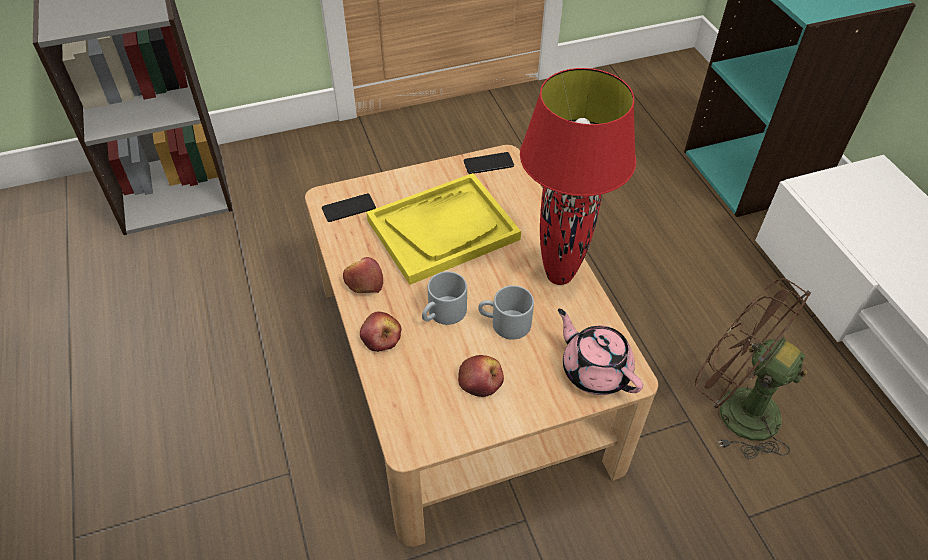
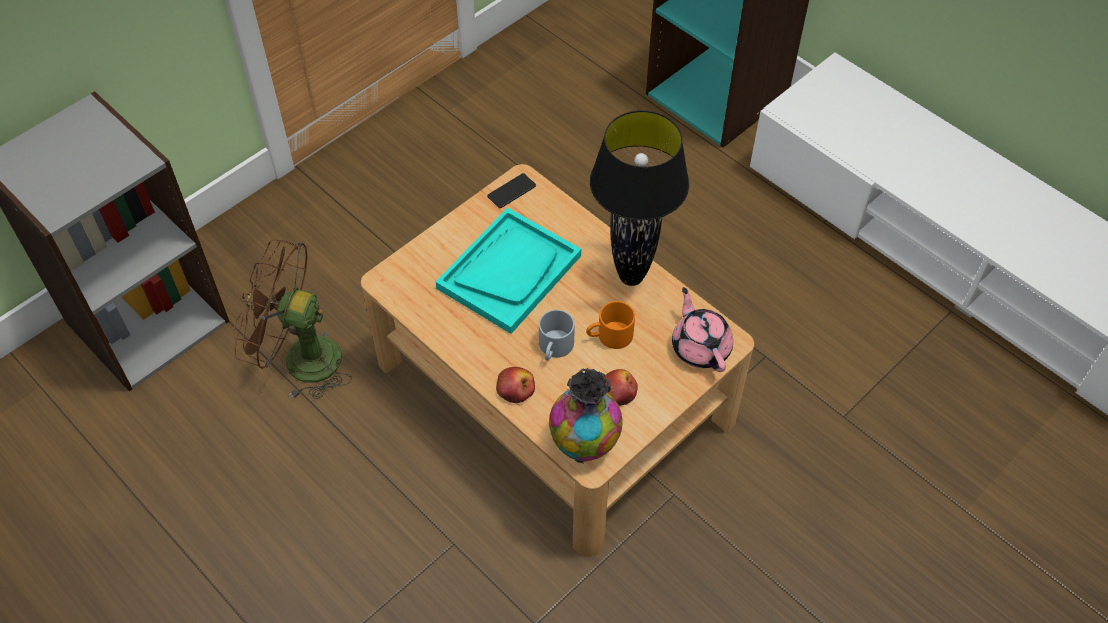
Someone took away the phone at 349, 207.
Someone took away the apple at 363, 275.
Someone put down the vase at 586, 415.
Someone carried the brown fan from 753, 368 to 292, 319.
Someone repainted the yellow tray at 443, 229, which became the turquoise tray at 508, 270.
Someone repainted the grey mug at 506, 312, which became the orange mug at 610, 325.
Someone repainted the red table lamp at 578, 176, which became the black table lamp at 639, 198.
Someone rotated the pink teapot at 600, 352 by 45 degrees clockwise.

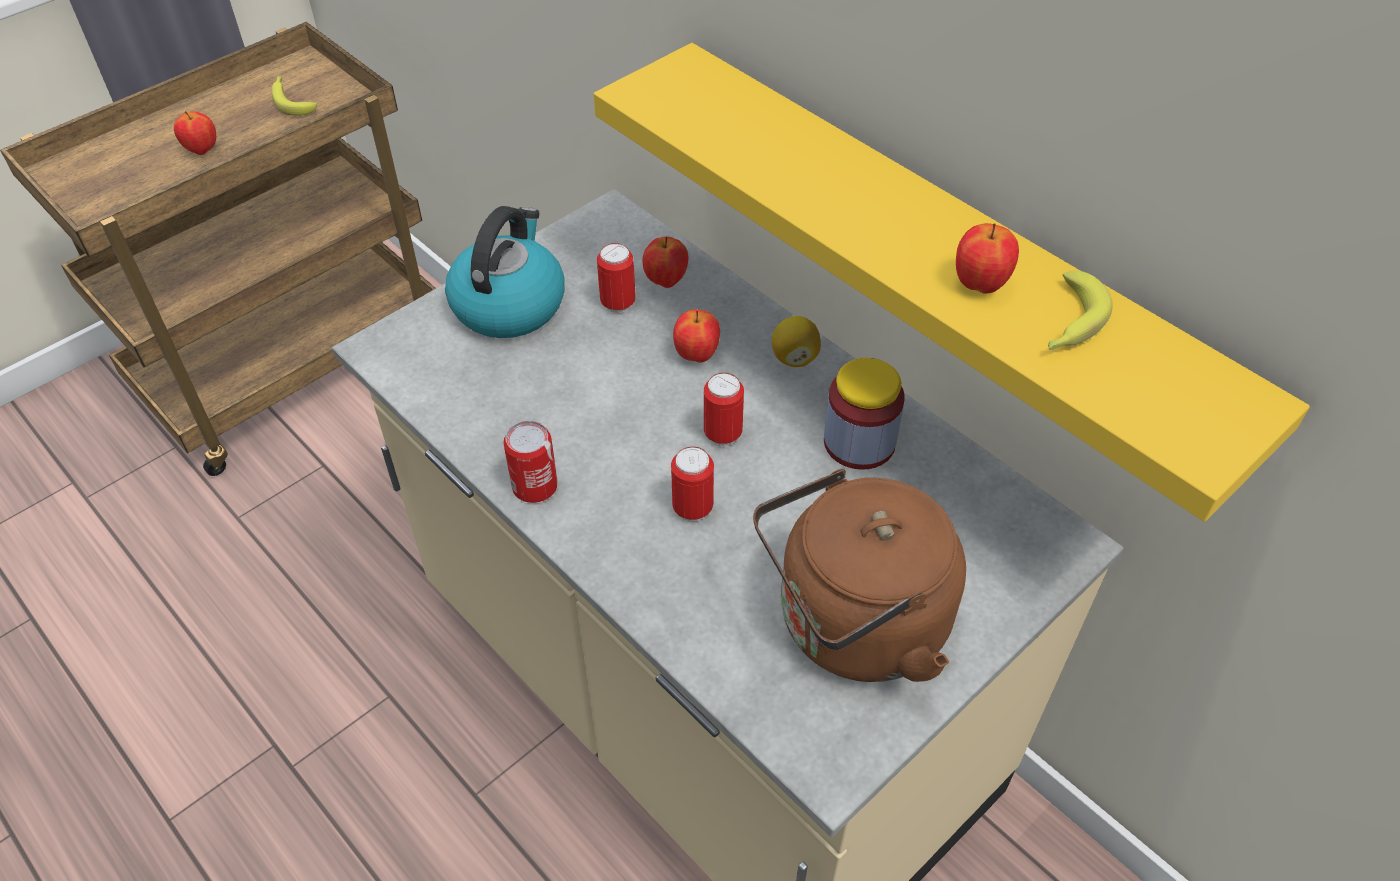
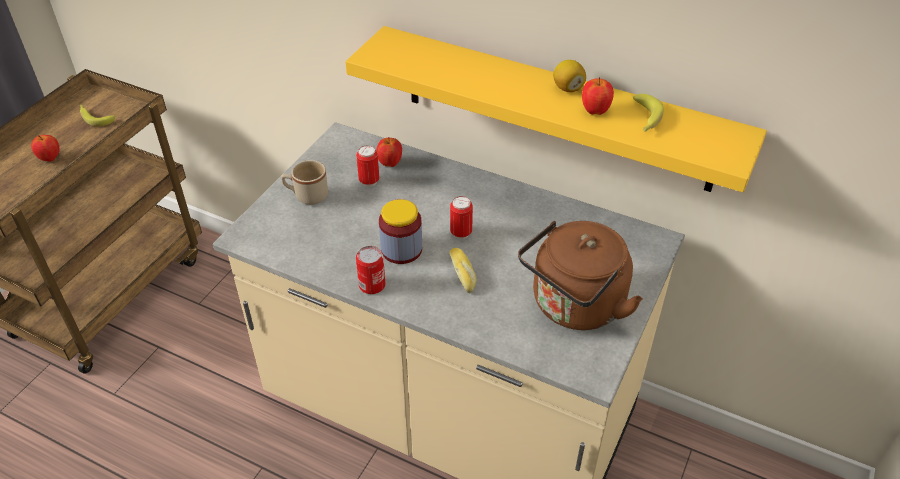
Someone took away the apple at 696, 336.
Someone carried the lemon from 796, 341 to 569, 76.
Someone carried the jar from 864, 414 to 400, 231.
Someone swapped the kettle at 505, 272 for the beige mug at 304, 182.
Someone swapped the can at 692, 484 for the bread at 463, 270.

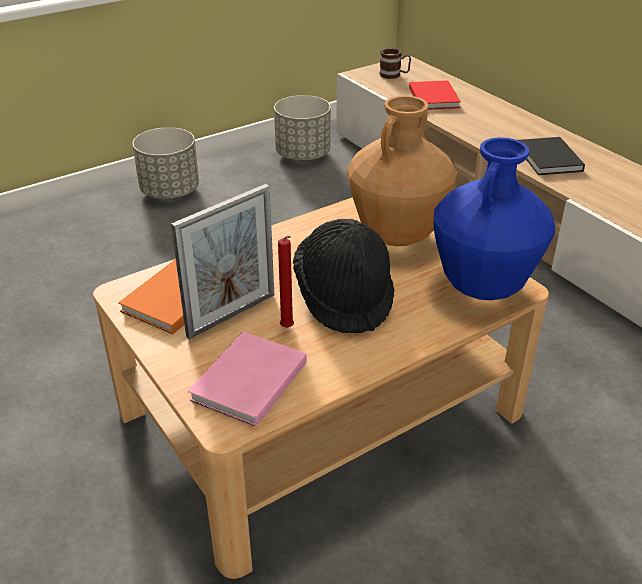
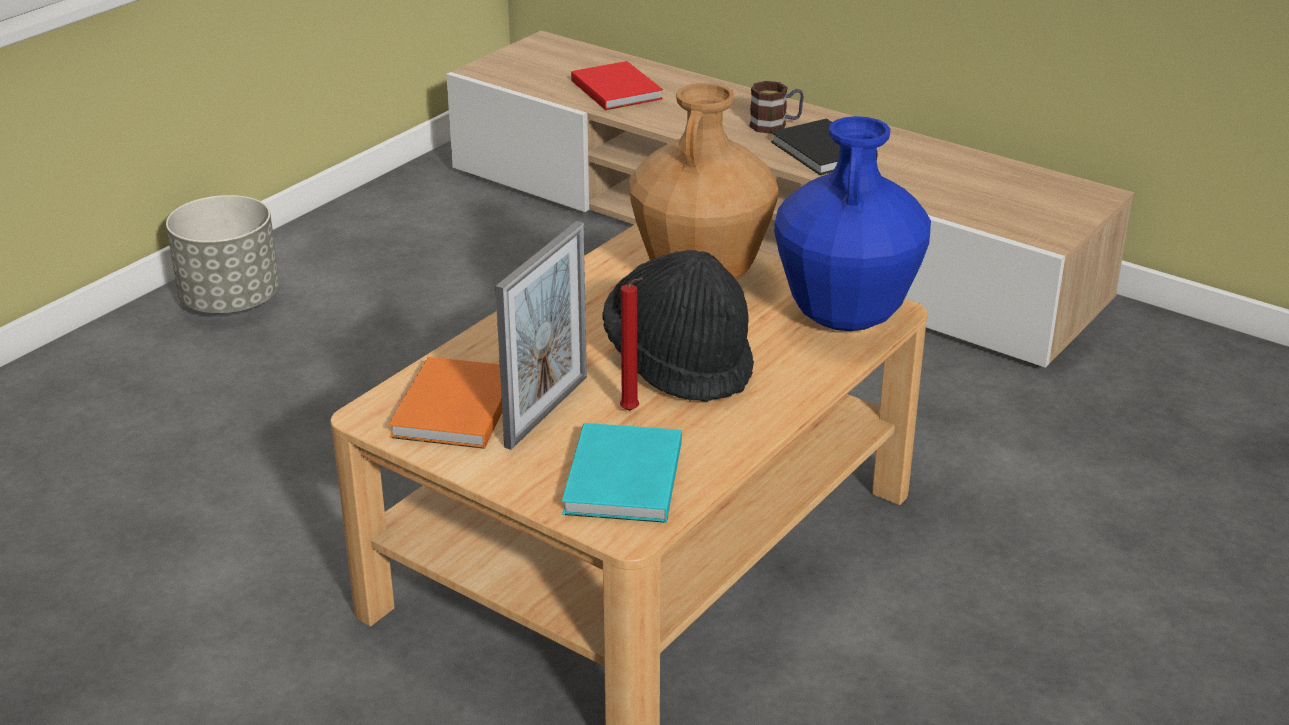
Someone took away the grey planter at 302, 128.
Someone carried the mug from 395, 63 to 776, 107.
Someone repainted the pink book at 247, 379, which became the turquoise book at 622, 473.

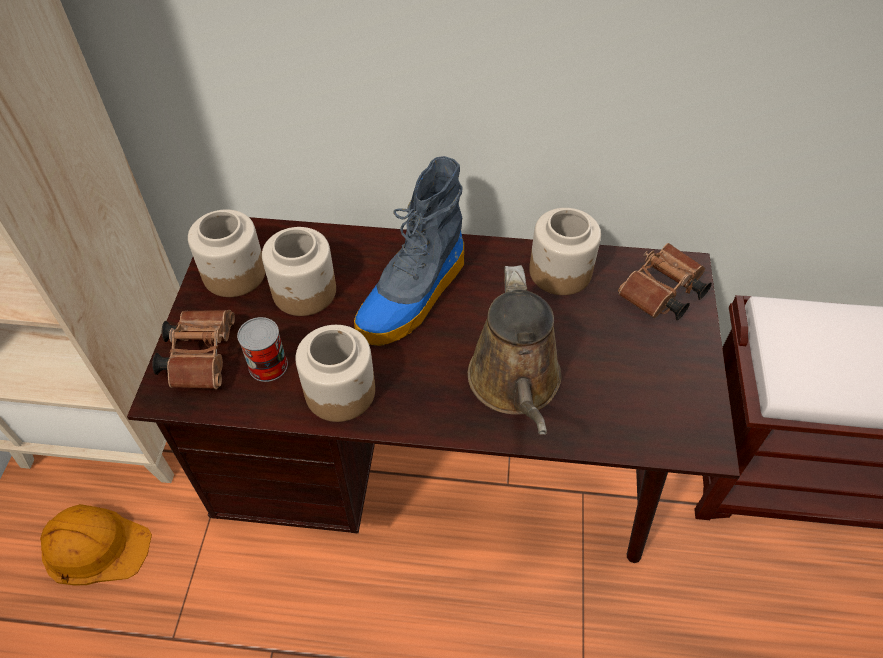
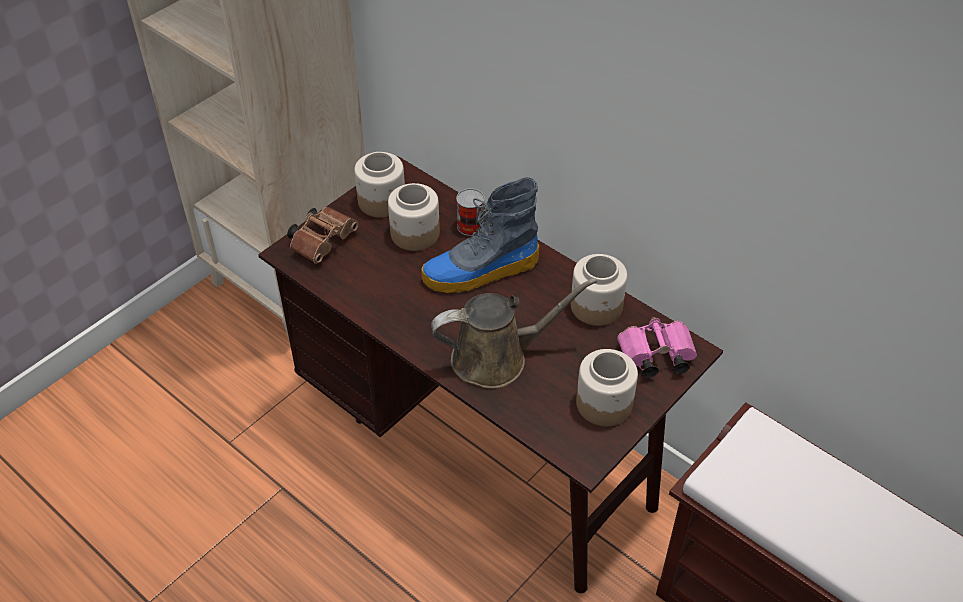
Someone took away the orange hard hat at 96, 544.
Someone carried the can from 262, 349 to 470, 212.
Someone carried the jar from 335, 373 to 607, 387.
Someone repainted the brown binoculars at 665, 281, which became the pink binoculars at 657, 347.
Someone rotated the brown watering can at 515, 350 by 135 degrees counterclockwise.

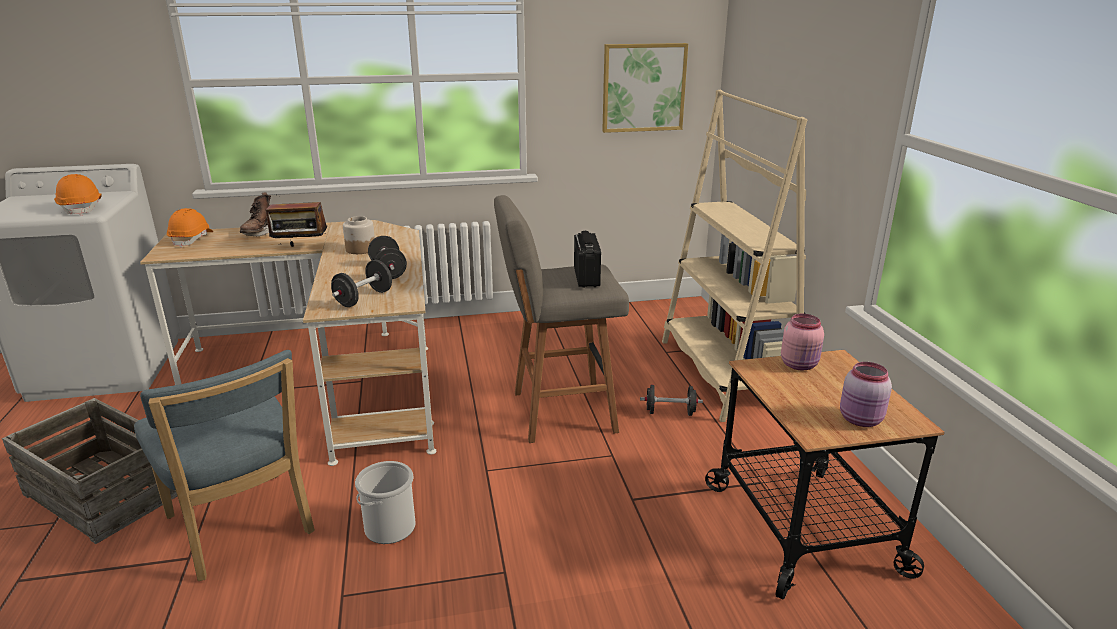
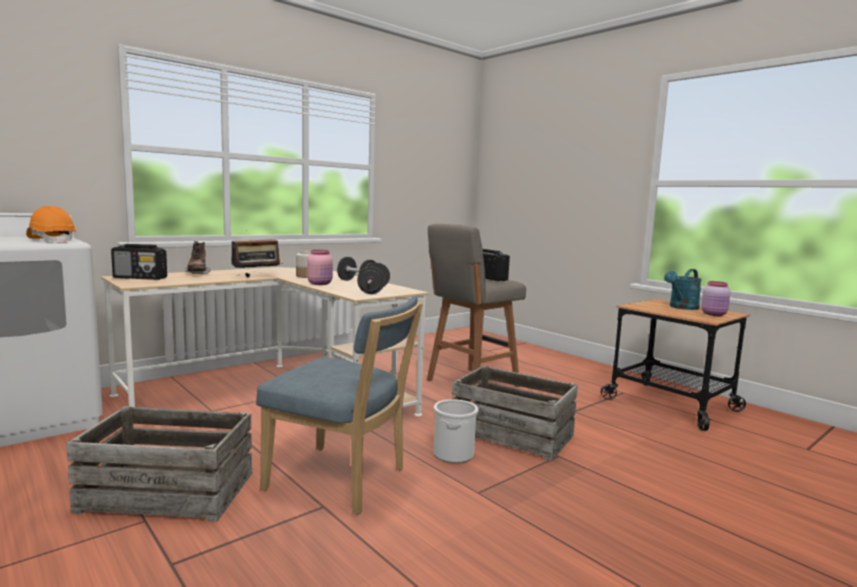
Someone took away the picture at 645, 88.
Someone took away the black dumbbell at 671, 400.
Someone took away the beige bookcase at 734, 256.
Someone put down the crate at 515, 414.
Someone put down the turquoise watering can at 683, 289.
Someone carried the pink jar from 802, 342 to 320, 267.
Someone swapped the orange hard hat at 190, 228 for the radio at 139, 262.

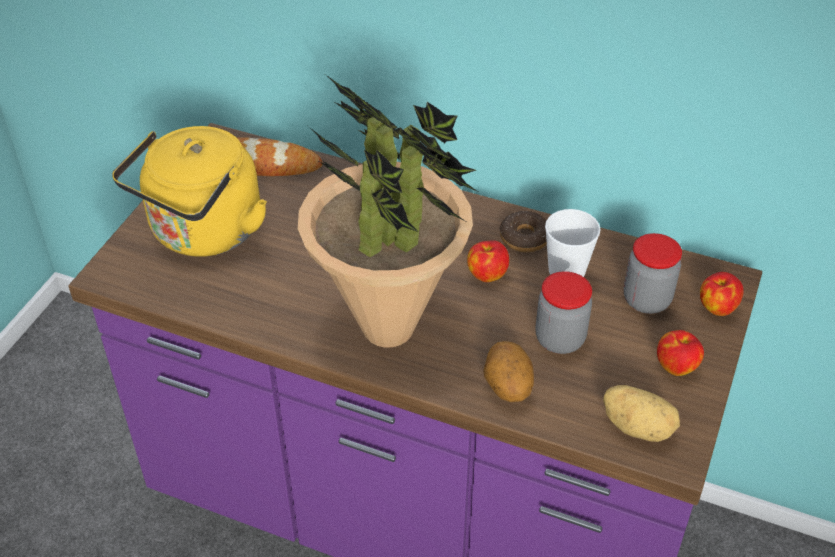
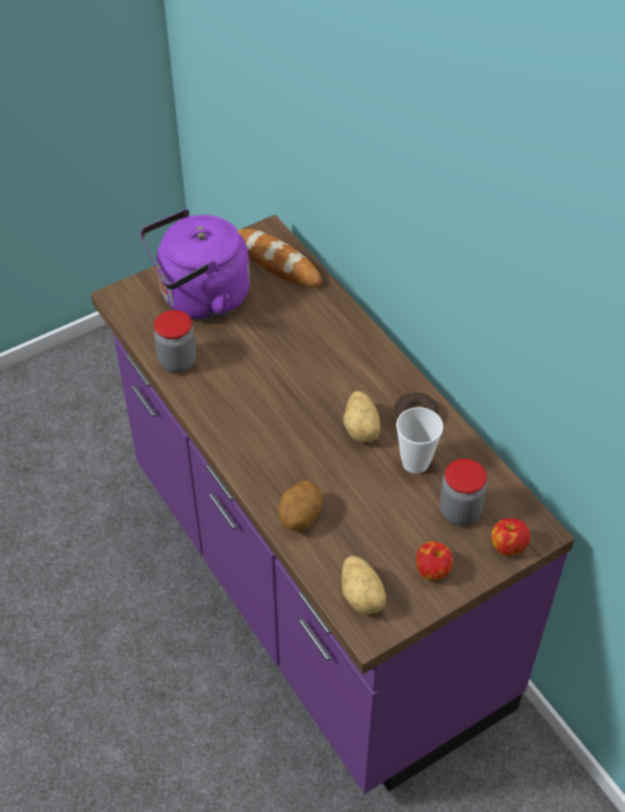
Someone took away the potted plant at 388, 211.
Someone carried the jar from 563, 312 to 175, 341.
Someone swapped the apple at 488, 261 for the potato at 361, 416.
Someone repainted the yellow kettle at 189, 191, which became the purple kettle at 195, 264.

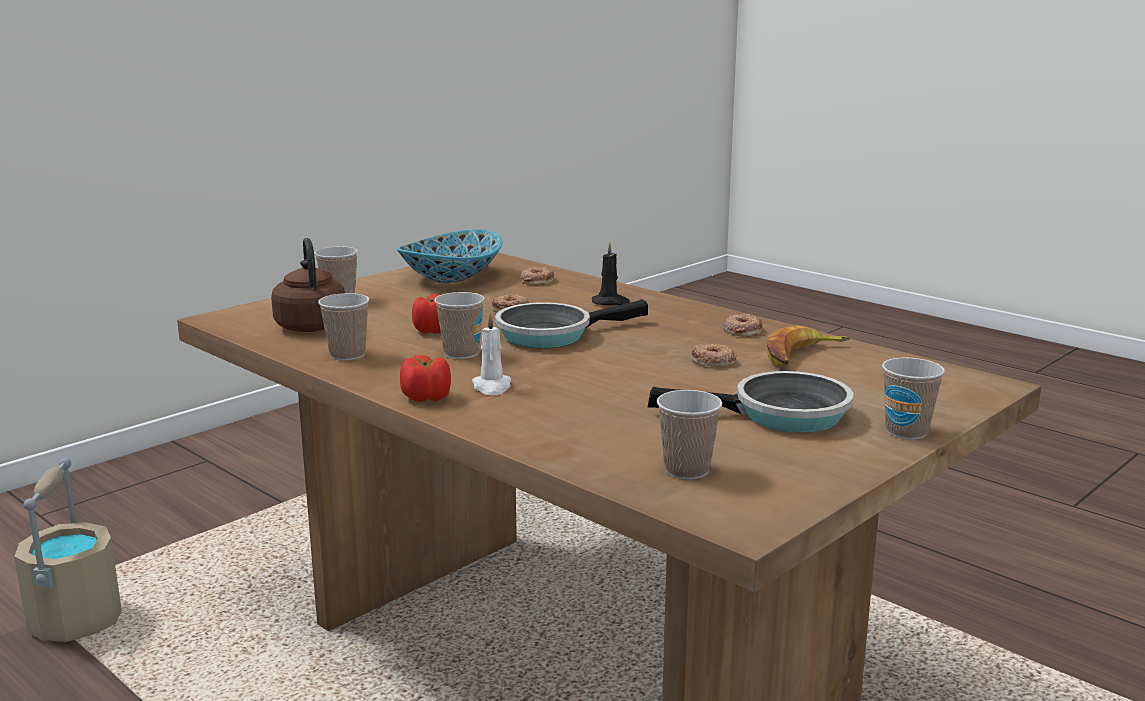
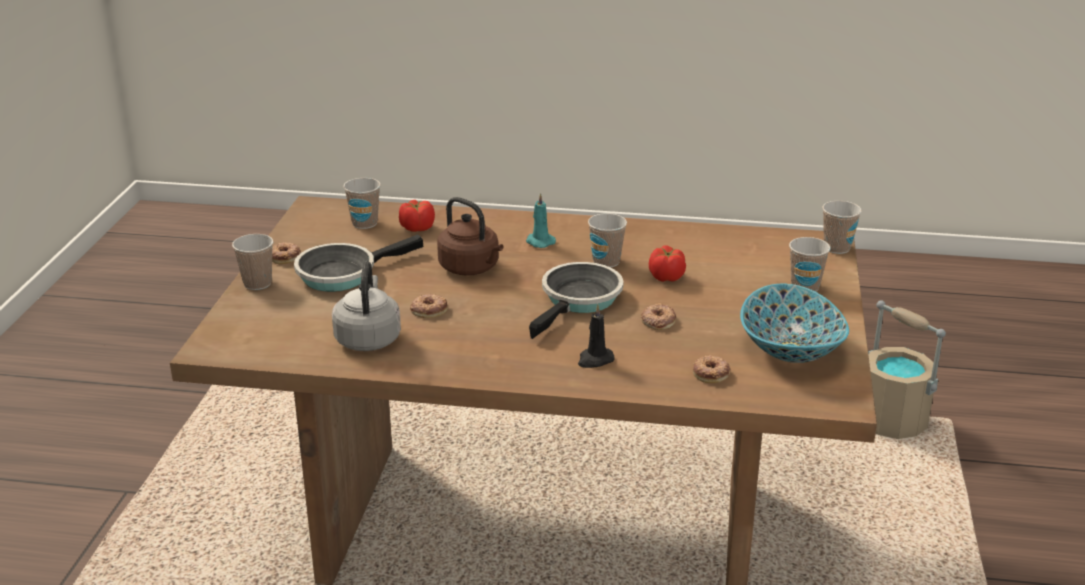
Someone carried the brown kettle from 308, 285 to 470, 236.
Someone carried the cup from 343, 327 to 842, 227.
Someone carried the tomato from 425, 378 to 417, 216.
Someone carried the donut from 742, 325 to 286, 253.
Someone swapped the banana at 808, 345 for the grey kettle at 366, 306.
Someone repainted the white candle at 491, 354, which became the turquoise candle at 541, 220.

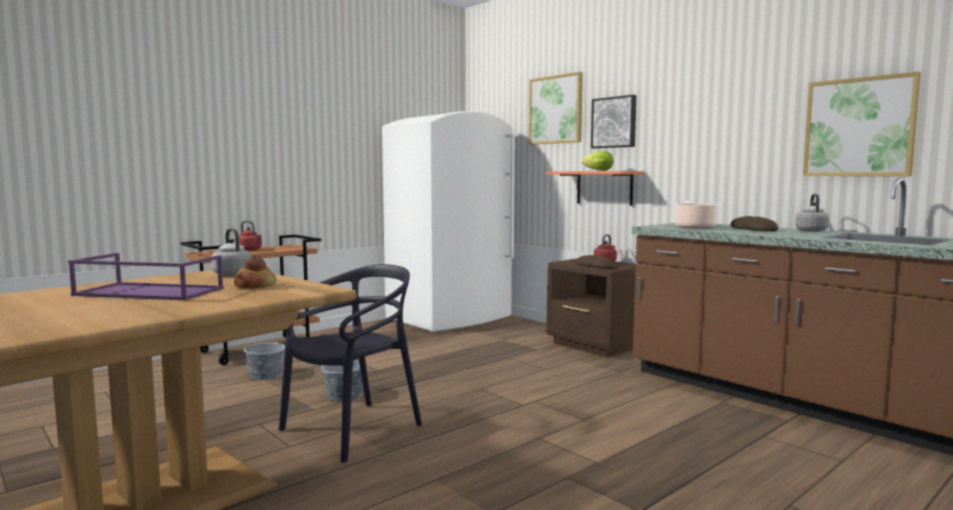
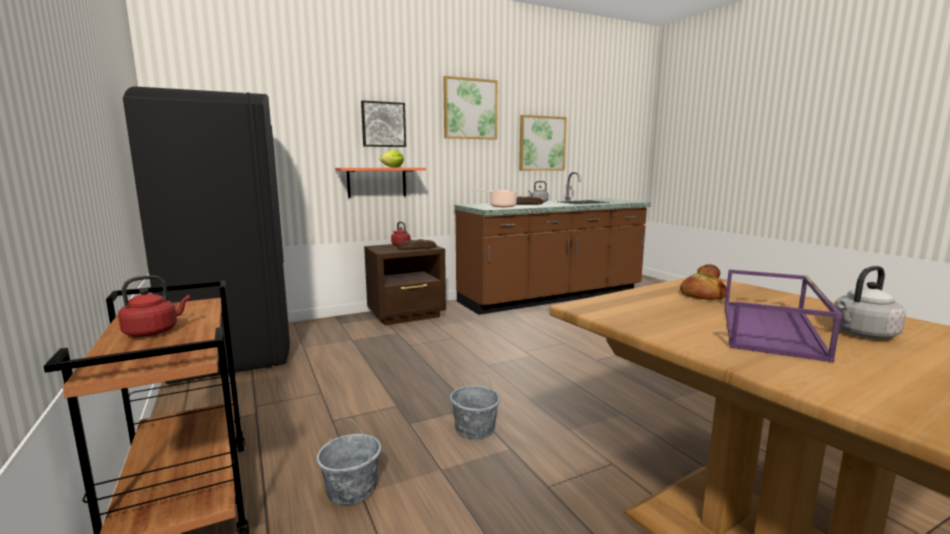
Someone took away the black chair at 350, 363.
Someone carried the grey kettle from 231, 252 to 869, 302.
Someone carried the picture from 556, 108 to 470, 108.
Someone repainted the white fridge at 448, 221, which became the black fridge at 206, 235.

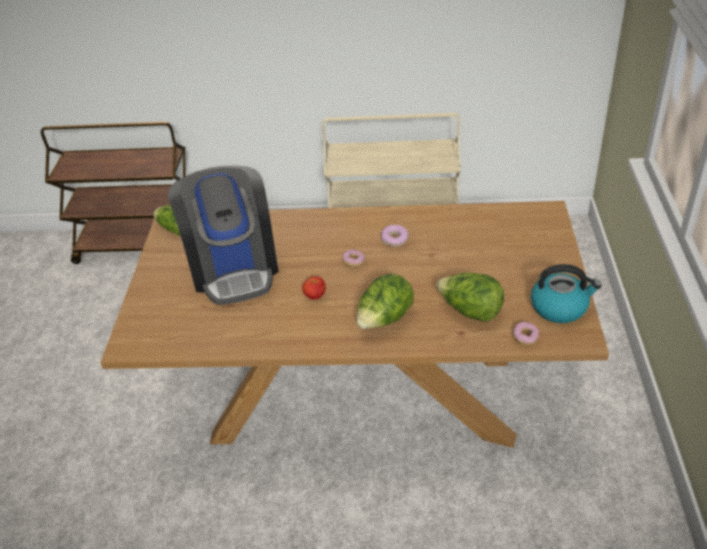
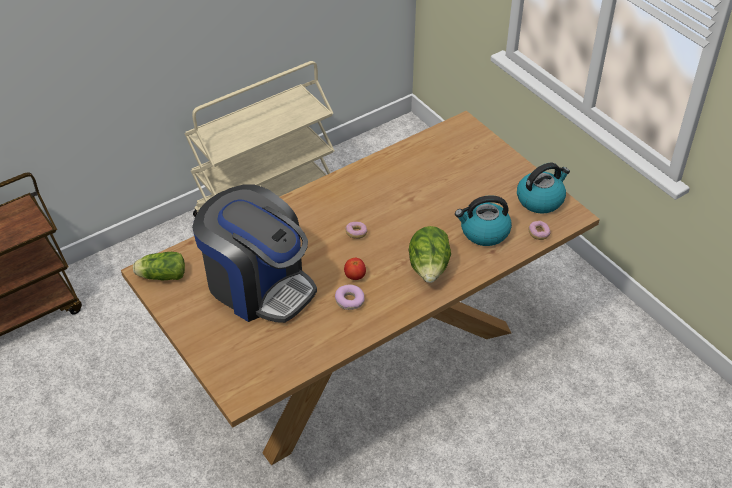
Someone carried the donut from 395, 236 to 350, 297.
Someone swapped the lettuce at 470, 297 for the kettle at 483, 220.

